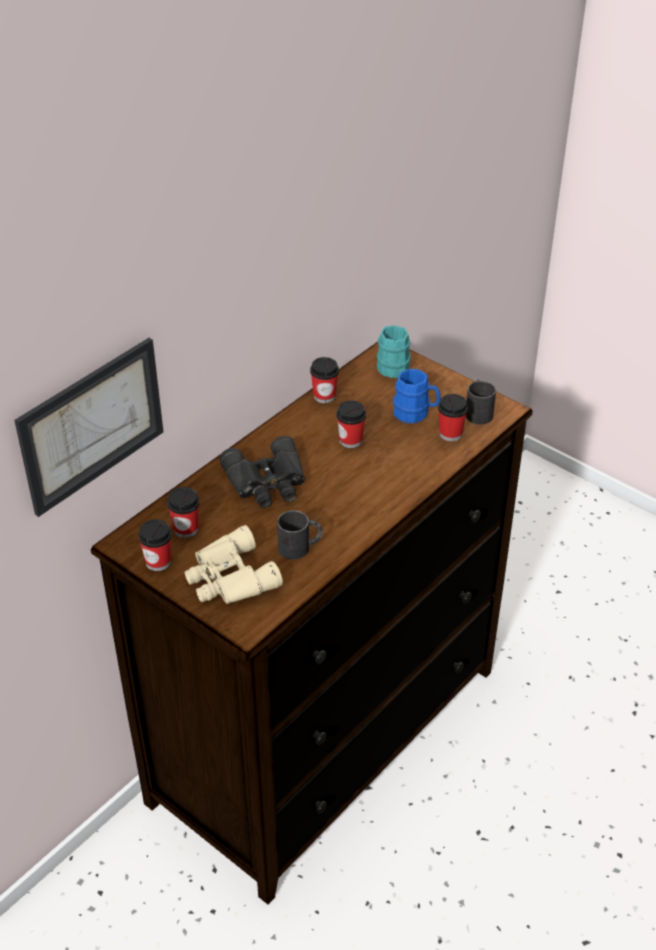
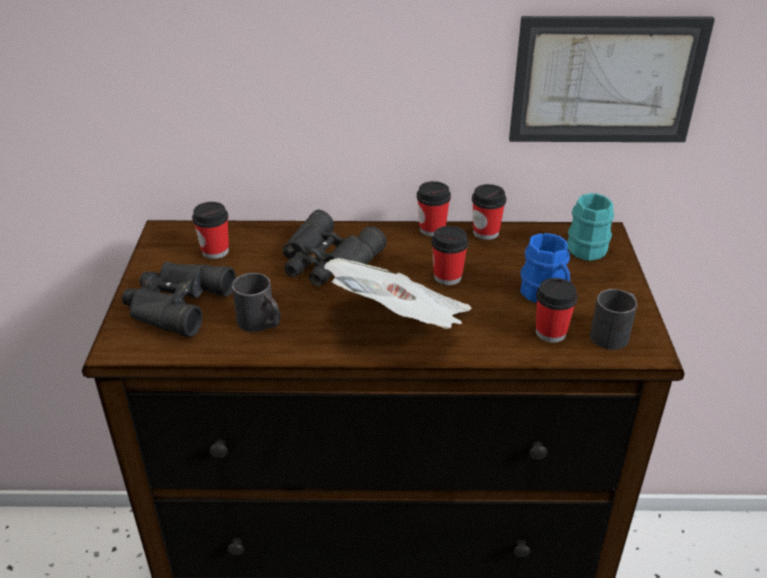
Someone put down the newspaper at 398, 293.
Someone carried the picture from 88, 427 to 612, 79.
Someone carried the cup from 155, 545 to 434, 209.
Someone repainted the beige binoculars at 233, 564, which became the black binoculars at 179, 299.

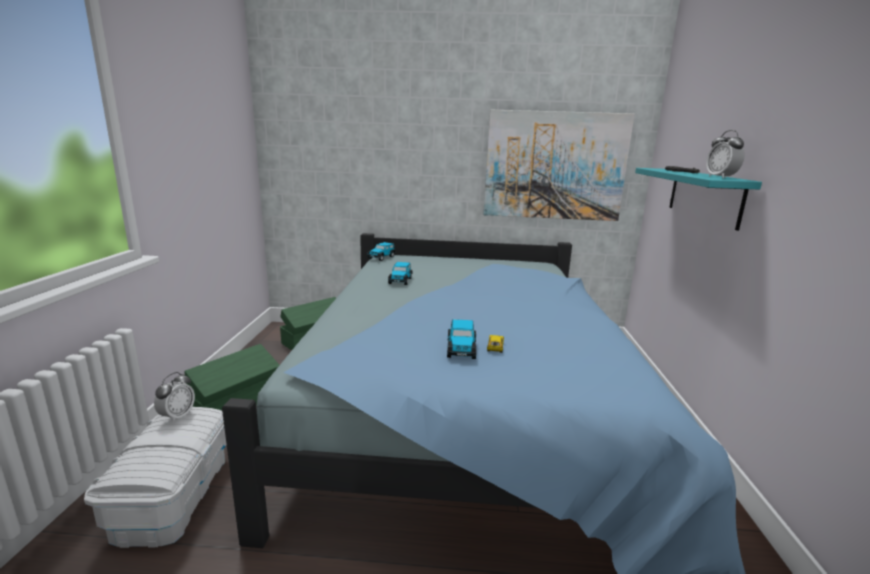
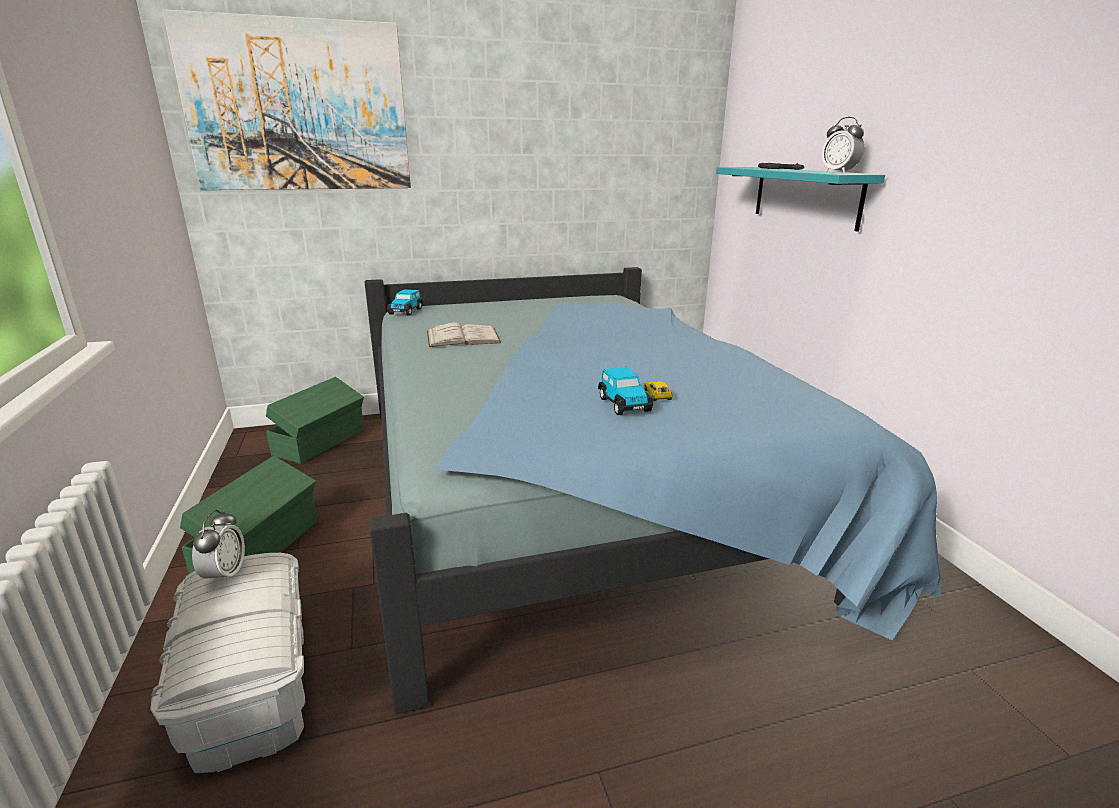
Someone carried the picture from 559, 165 to 286, 99.
Someone swapped the toy car at 400, 273 for the white book at 464, 334.

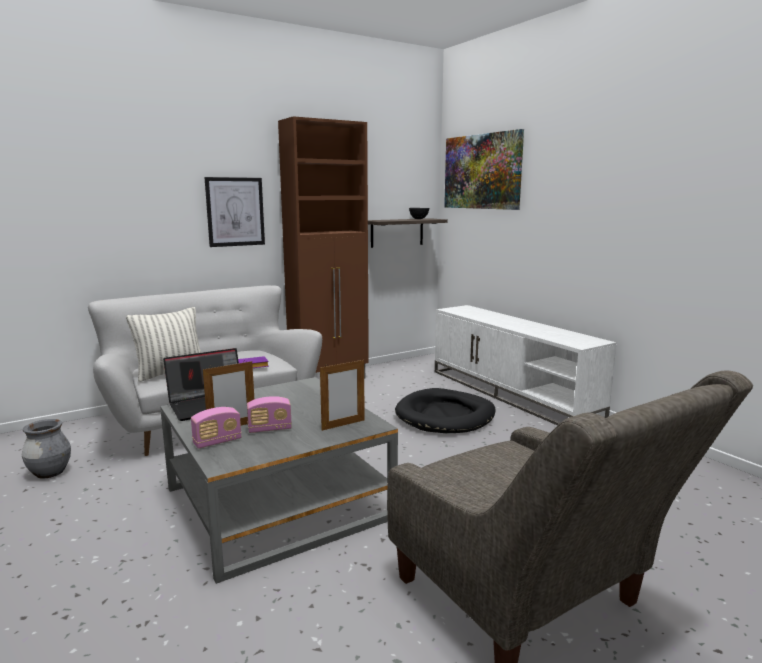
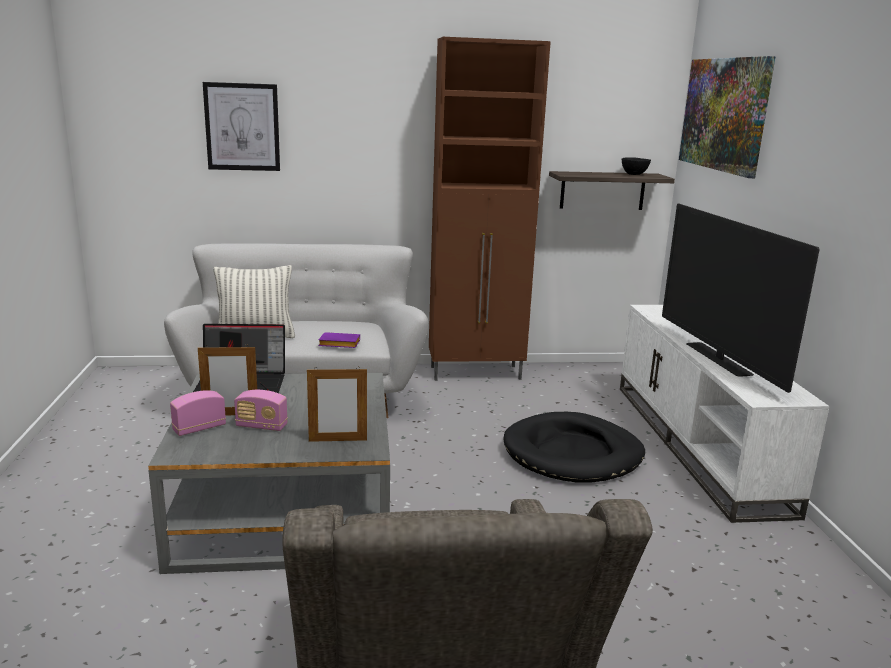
Someone took away the grey vase at 46, 448.
Someone put down the television at 741, 298.
Someone carried the picture from 235, 212 to 241, 126.
Someone rotated the radio at 216, 428 by 150 degrees clockwise.

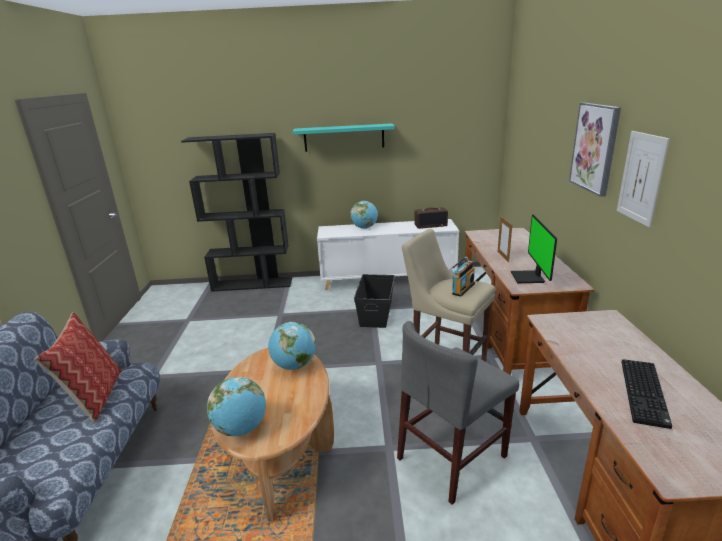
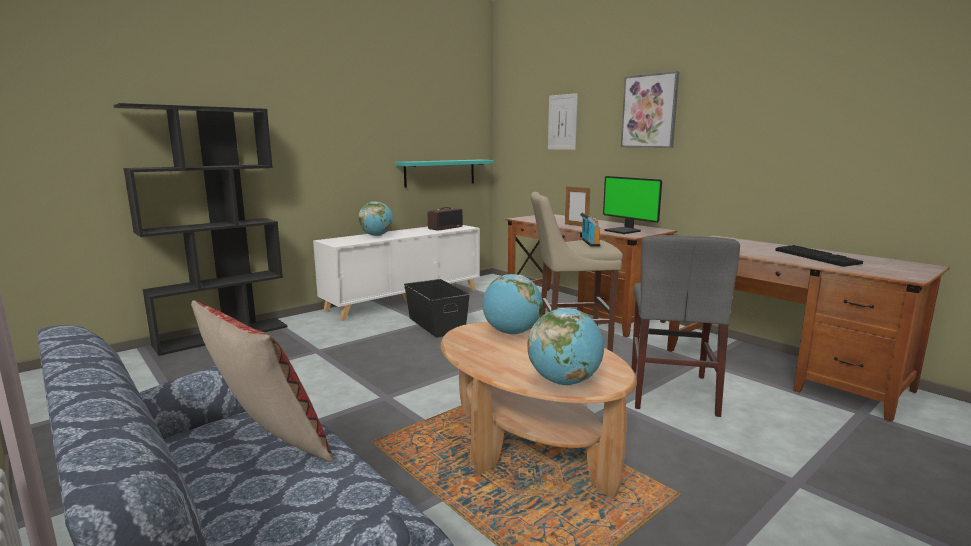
Someone carried the turquoise shelf from 343, 137 to 444, 174.
Someone carried the picture from 643, 179 to 563, 121.

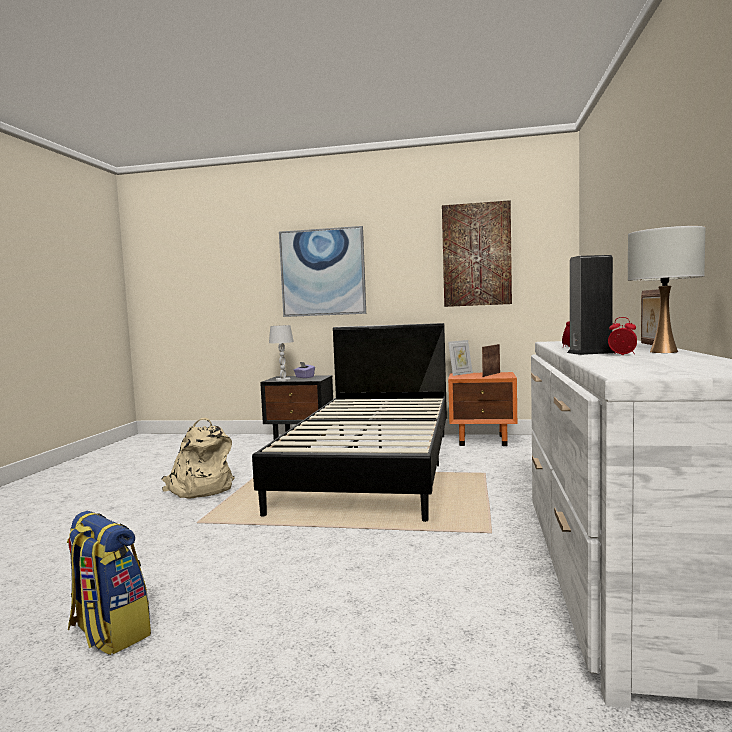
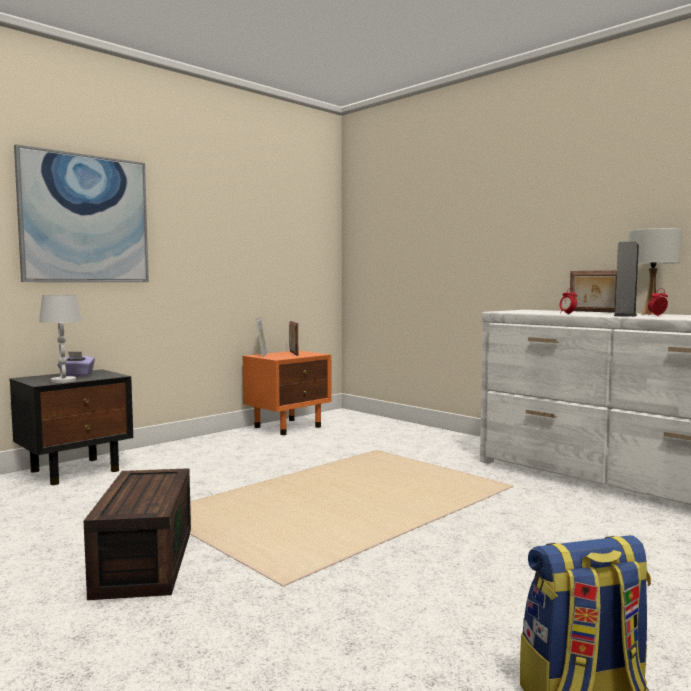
Someone took away the black bed at 349, 422.
Someone took away the picture at 477, 253.
Someone swapped the beige backpack at 198, 458 for the brown storage box at 137, 534.

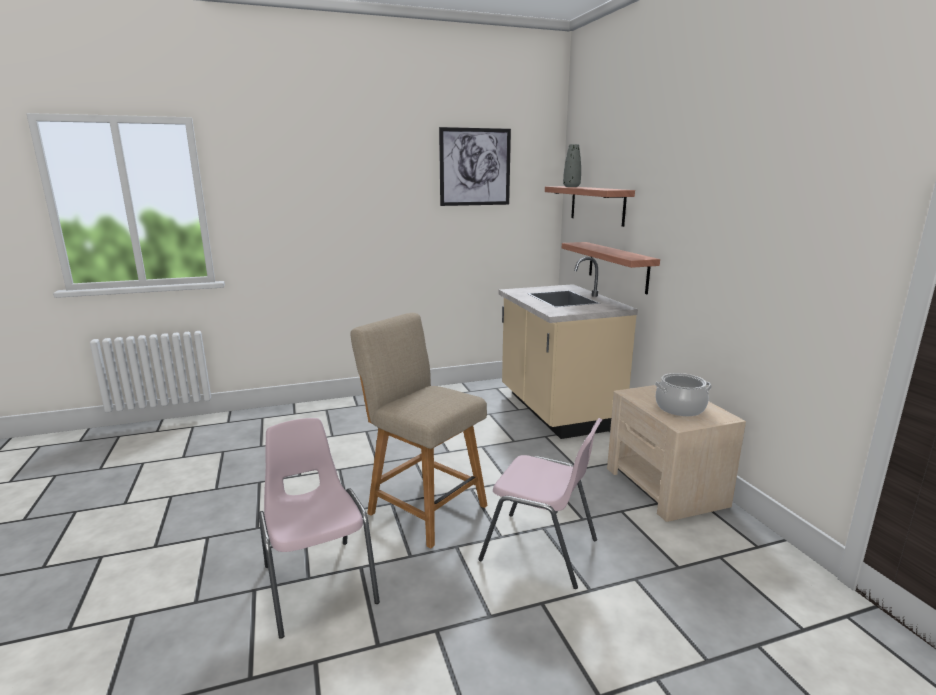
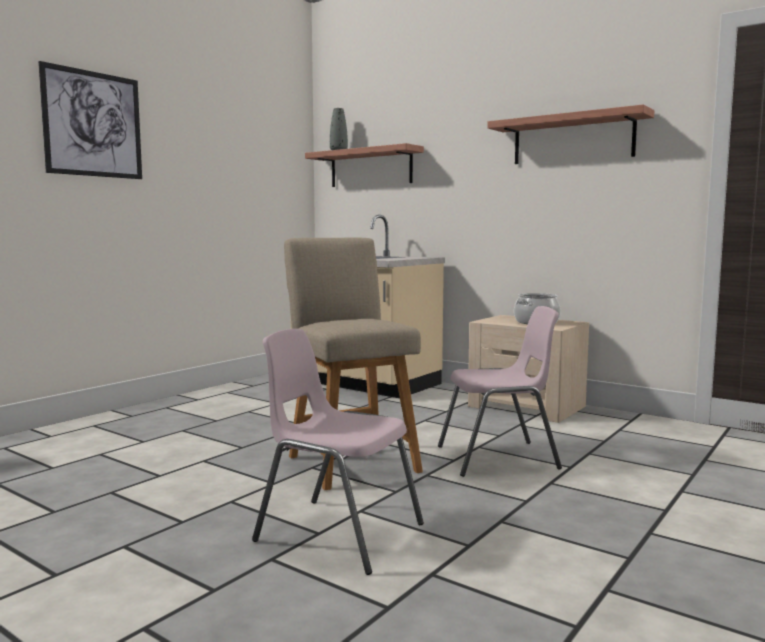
Someone carried the picture from 475, 166 to 90, 120.
Someone carried the shelf from 611, 268 to 570, 134.
Someone rotated the beige chair at 419, 430 by 60 degrees clockwise.

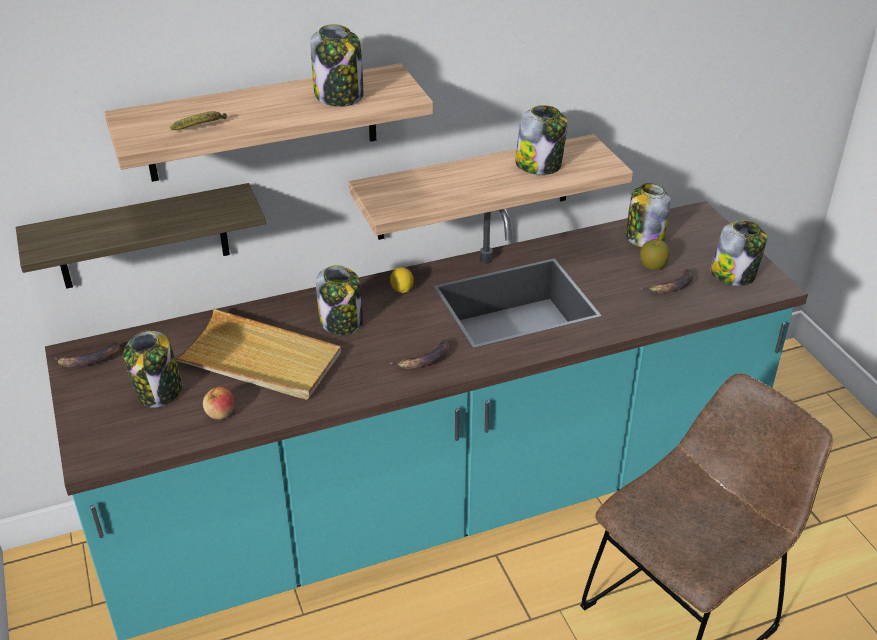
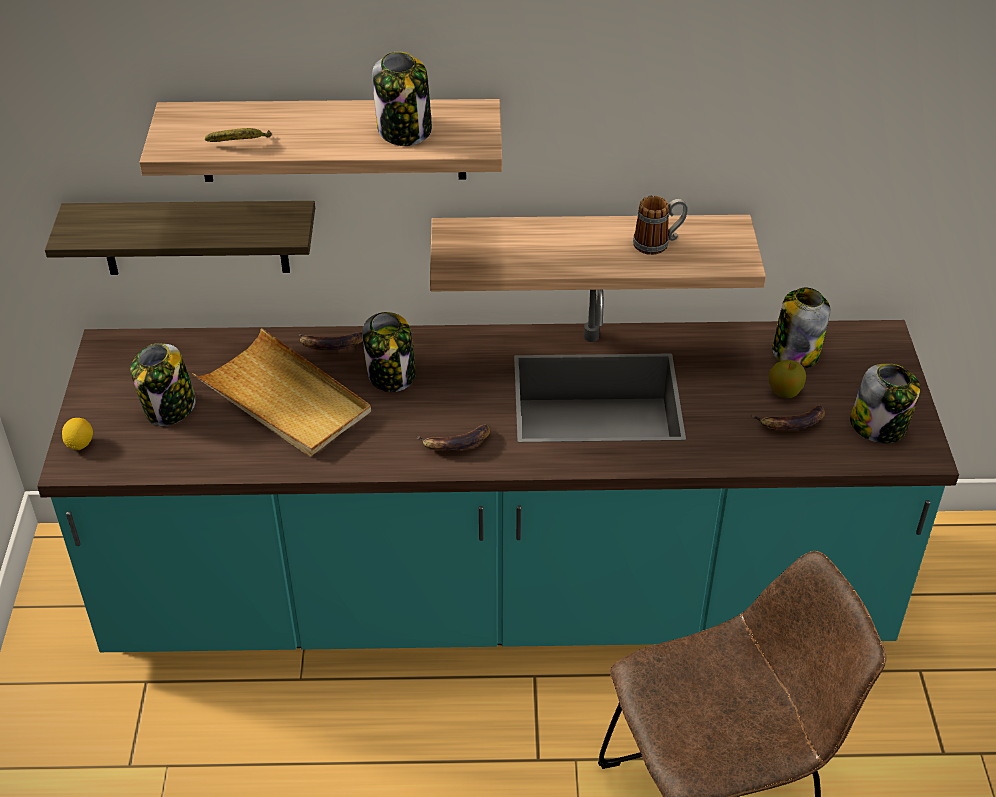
Someone took away the apple at 218, 403.
Someone carried the banana from 87, 355 to 331, 341.
Someone carried the lemon from 402, 280 to 77, 434.
Someone swapped the jar at 541, 140 for the mug at 660, 225.

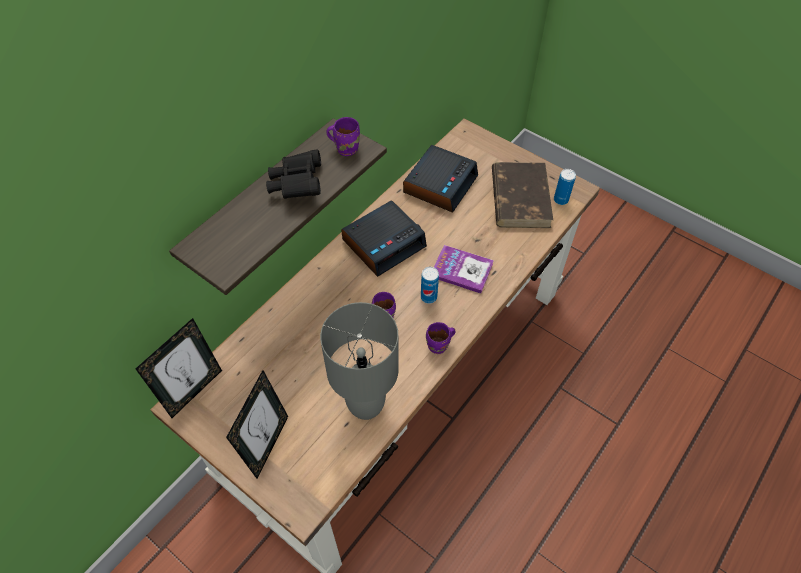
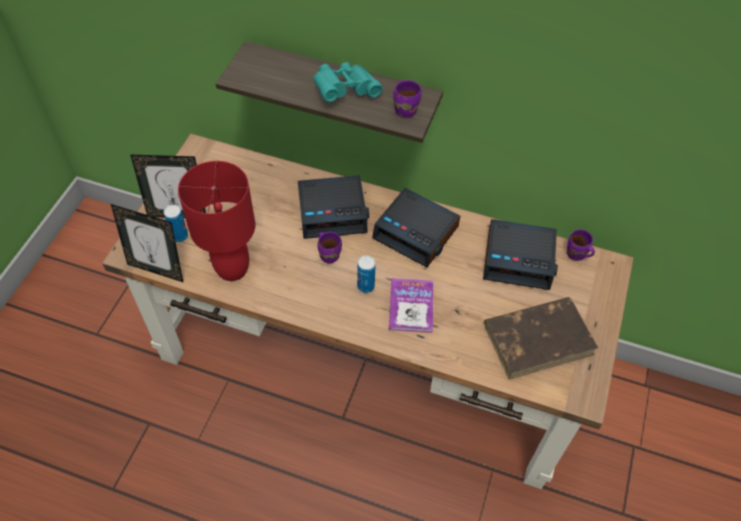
Someone put down the alarm clock at 333, 207.
Someone carried the picture frame from 178, 368 to 147, 243.
Someone carried the purple mug from 441, 338 to 581, 245.
Someone carried the can from 565, 187 to 176, 223.
Someone repainted the black binoculars at 293, 174, which became the turquoise binoculars at 348, 82.
Someone repainted the grey table lamp at 359, 361, which became the red table lamp at 216, 221.

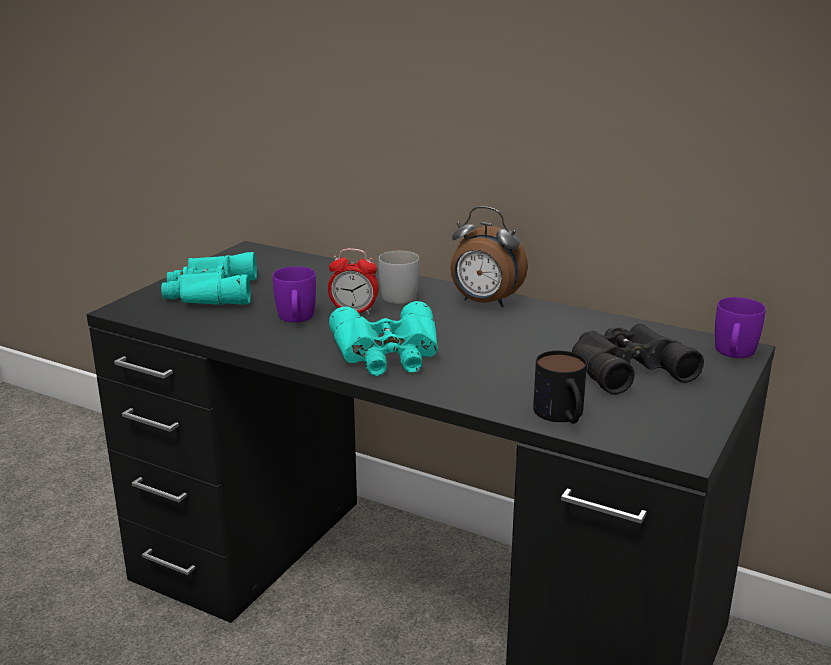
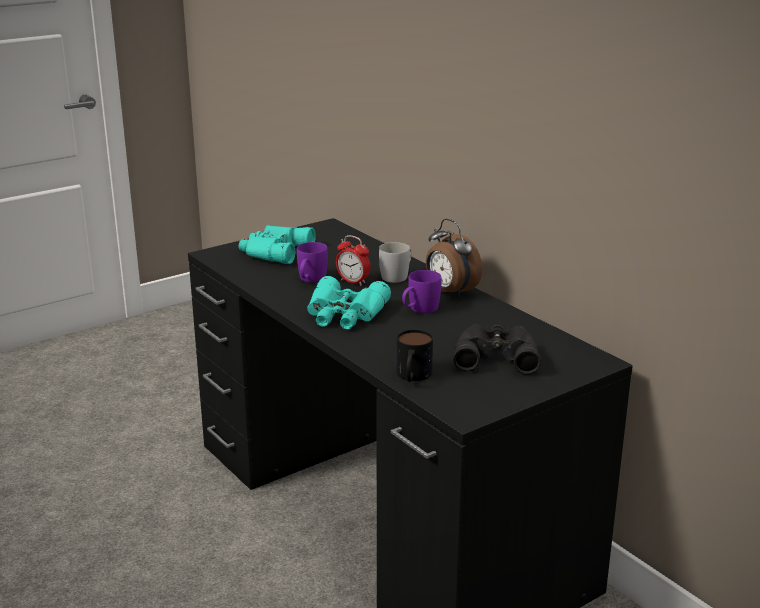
Someone carried the purple mug from 740, 327 to 421, 291.

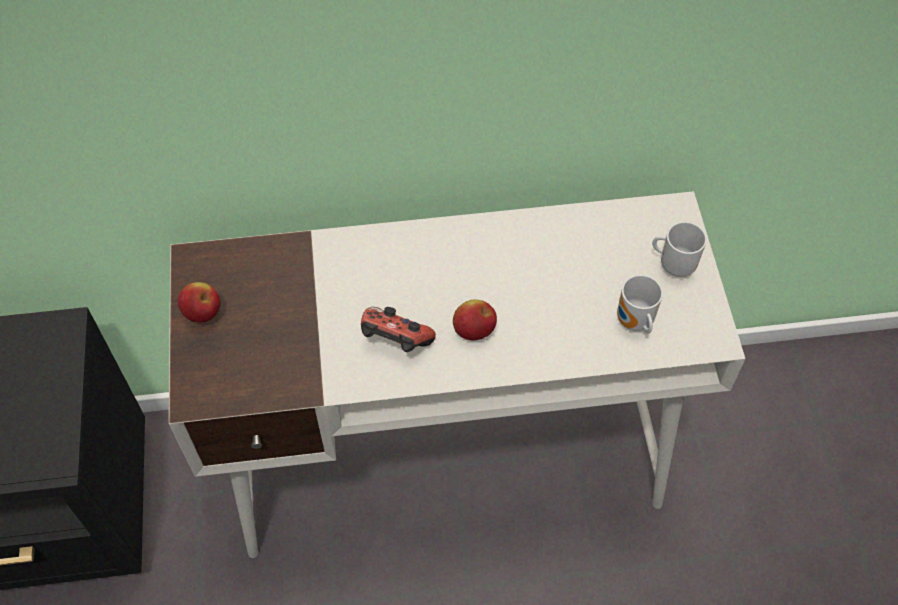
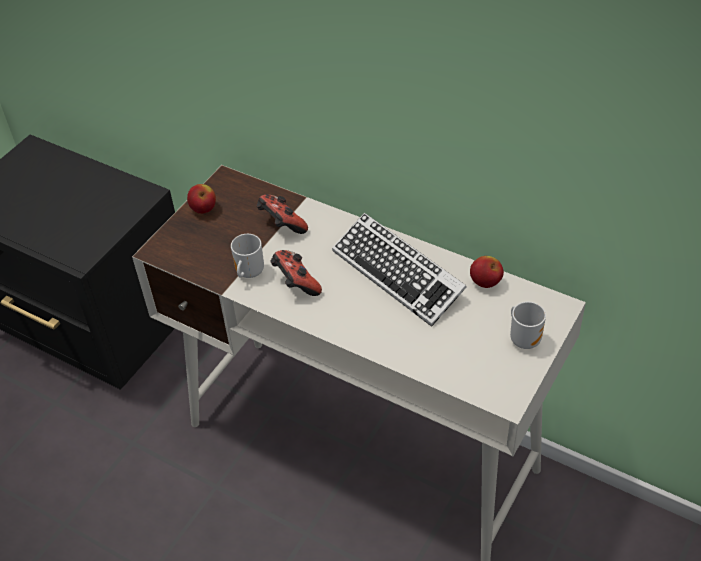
Someone put down the game controller at 282, 214.
Someone put down the keyboard at 399, 270.
Someone carried the apple from 475, 319 to 487, 272.
Someone carried the mug from 640, 304 to 247, 256.

